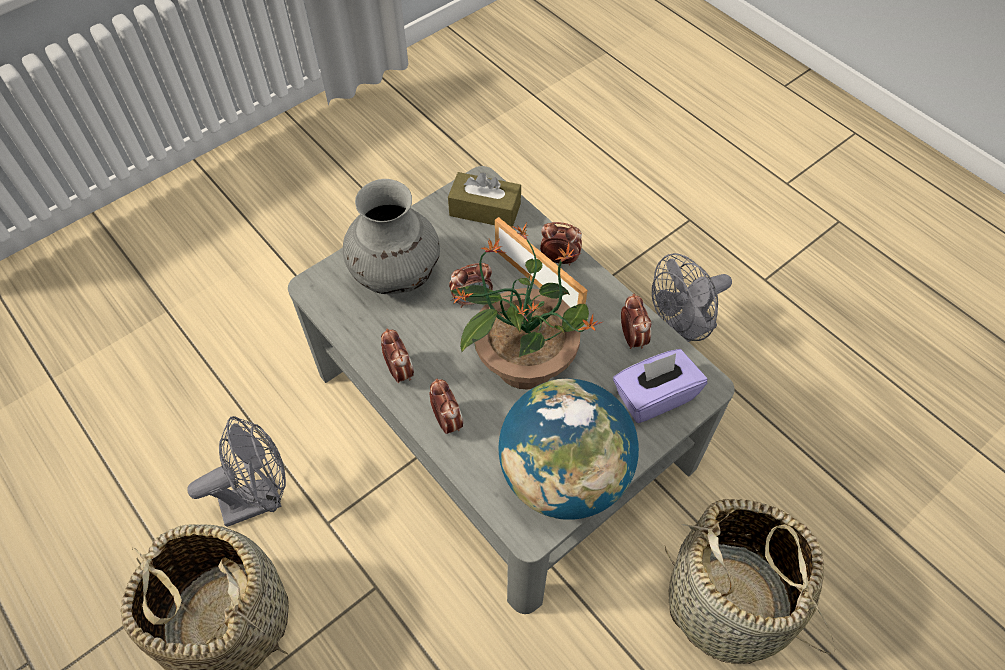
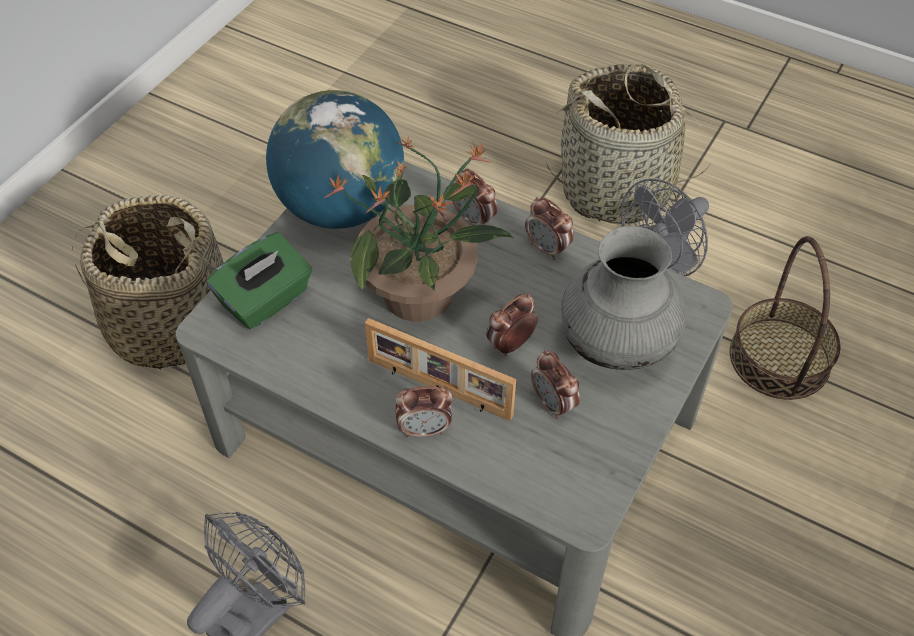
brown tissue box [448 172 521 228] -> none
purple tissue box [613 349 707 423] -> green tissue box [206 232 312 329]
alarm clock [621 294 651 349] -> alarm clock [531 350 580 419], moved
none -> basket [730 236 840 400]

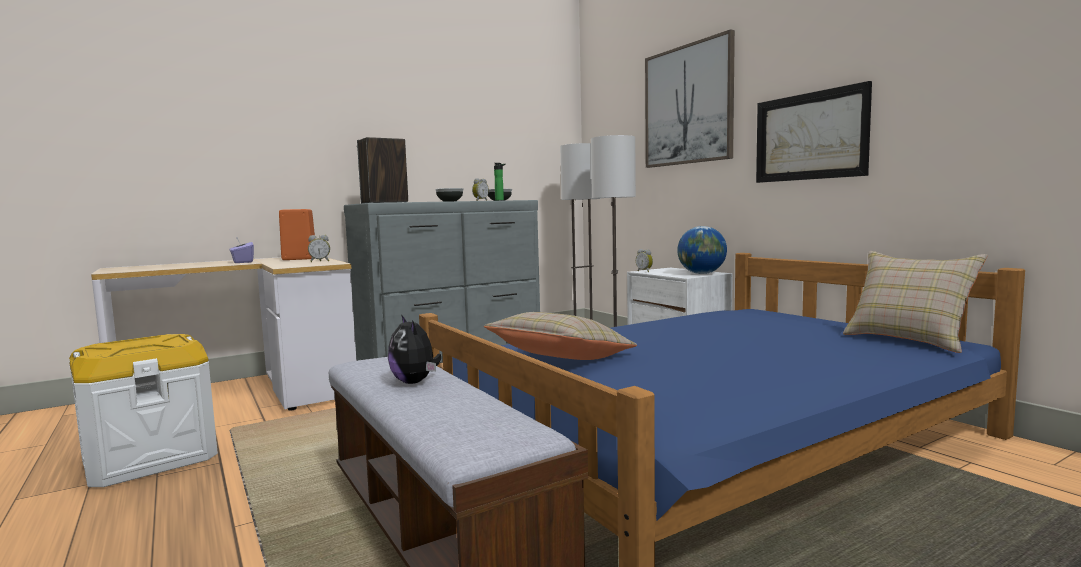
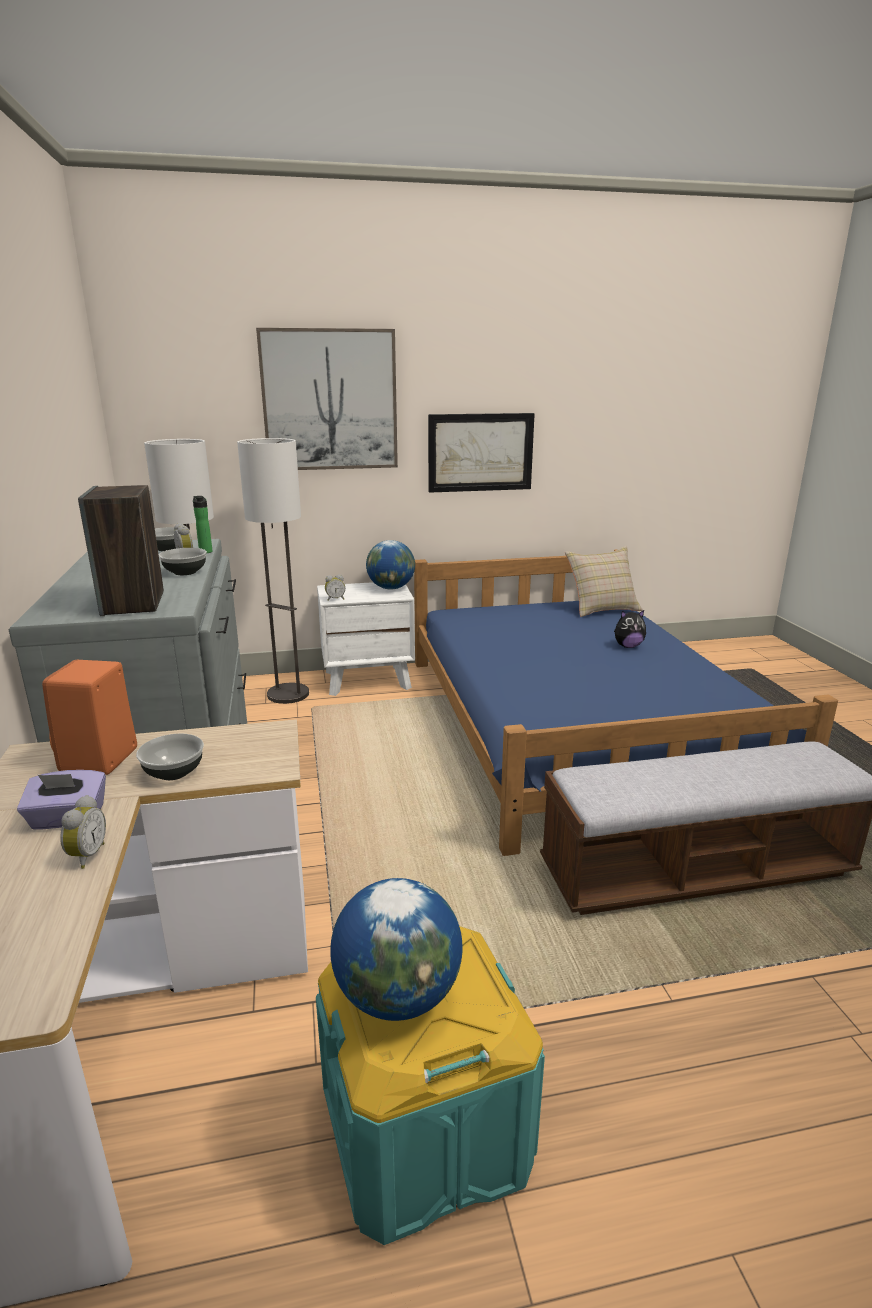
white storage box [69 334 218 487] -> turquoise storage box [316 926 545 1245]
alarm clock [308 235 330 262] -> alarm clock [61 795 106 869], moved
plush toy [388 314 441 384] -> plush toy [614 610 646 648], moved
beige pillow [484 312 637 360] -> none
none -> bowl [136 733 204 780]
none -> globe [330 878 463 1021]

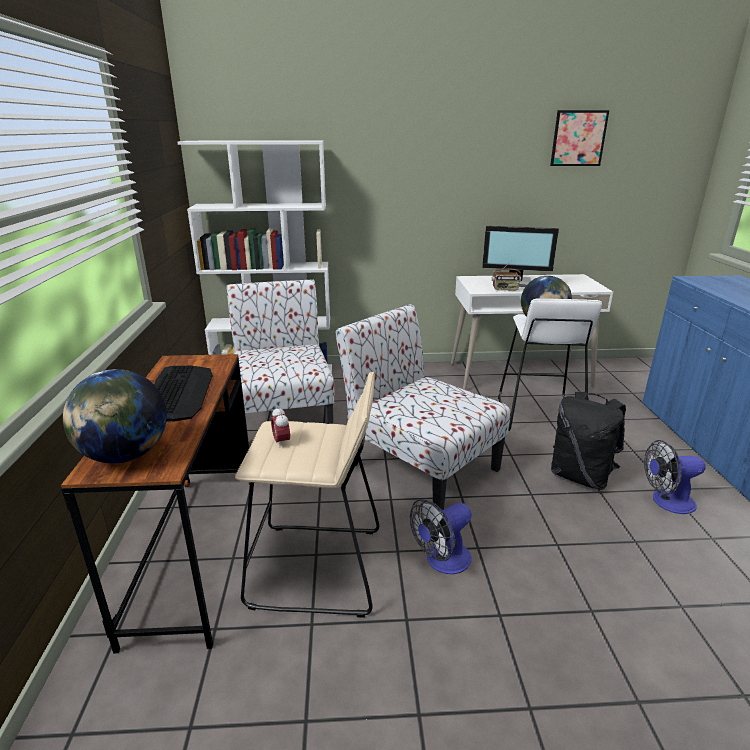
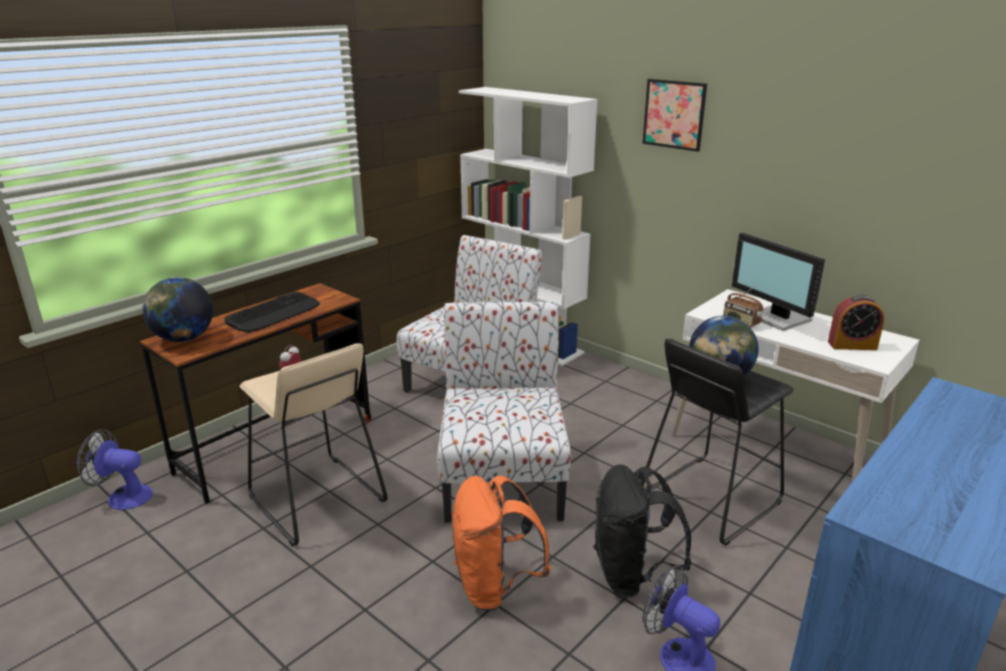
fan [410 499 472 574] -> fan [77 429 153 510], moved
white stool [498 298 602 431] -> black stool [642 339 794 545]
picture [550 110 609 166] -> picture [642 79 707 152], moved
none -> orange backpack [452 476 551 611]
none -> alarm clock [828 295 884 350]

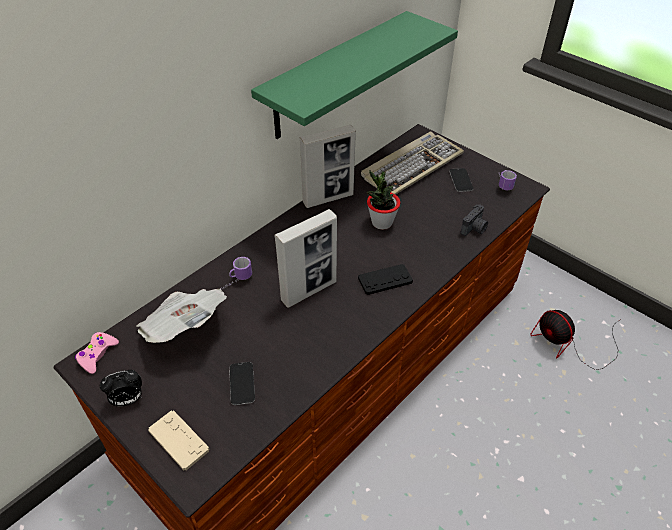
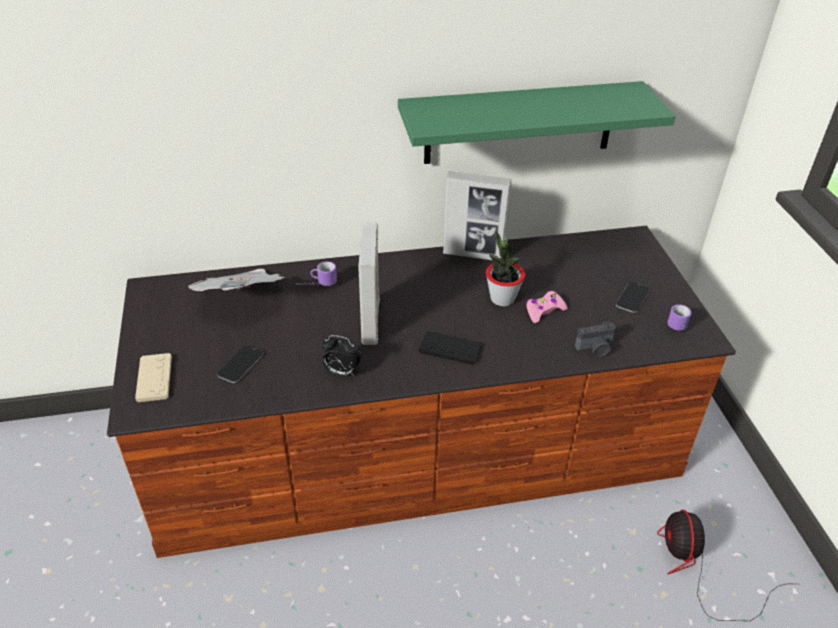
pink game controller [75 332 119 374] -> pink game controller [526 291 567 323], moved
alarm clock [100 370 142 406] -> alarm clock [321 335 361 376], moved
picture frame [275 209 337 308] -> picture frame [358 223 380 345], 90 degrees clockwise
keyboard [361 132 464 195] -> none

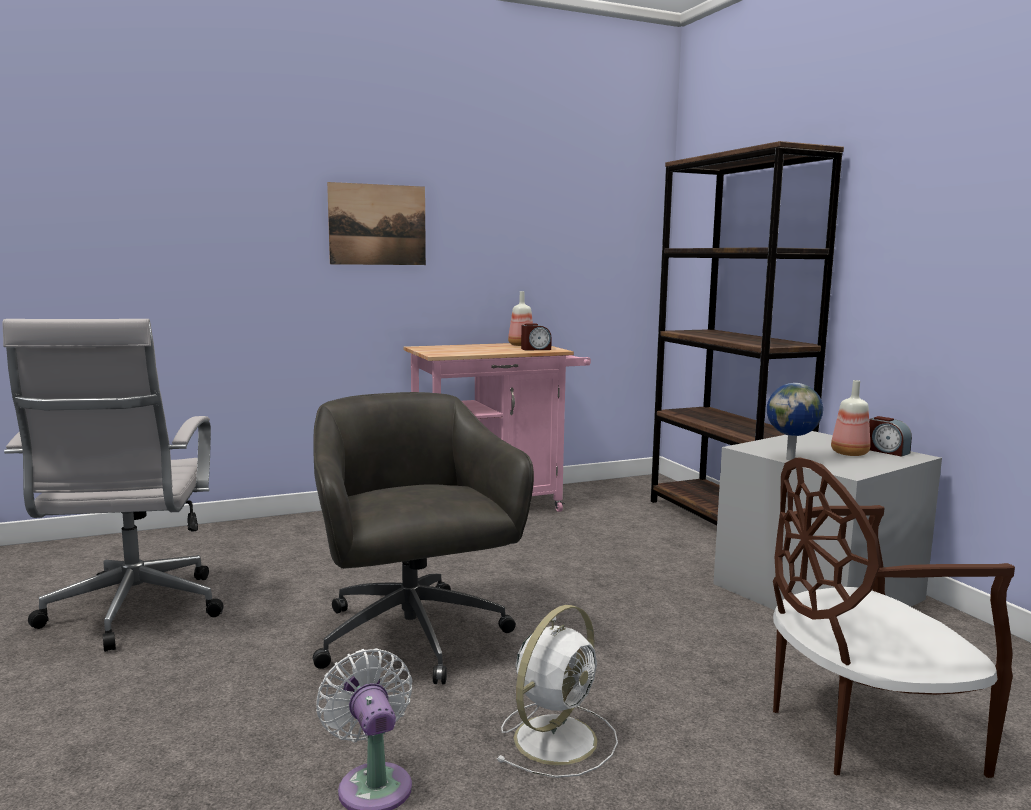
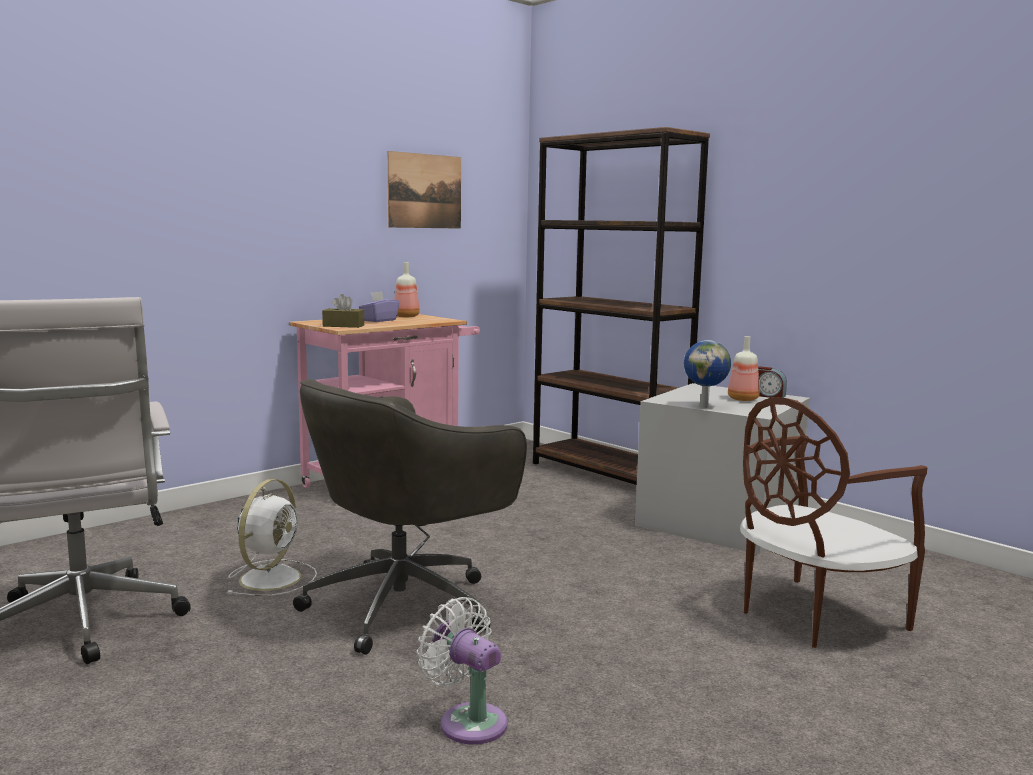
grey office chair [313 392 534 684] -> grey office chair [293 379 527 655], 90 degrees counterclockwise
picture [327 182 426 265] -> picture [388 151 461 229], moved
white fan [496 605 618 778] -> white fan [226 479 317 596], moved
alarm clock [521 324 552 350] -> none
none -> brown tissue box [322 294 364 328]
none -> purple tissue box [359 291 400 322]

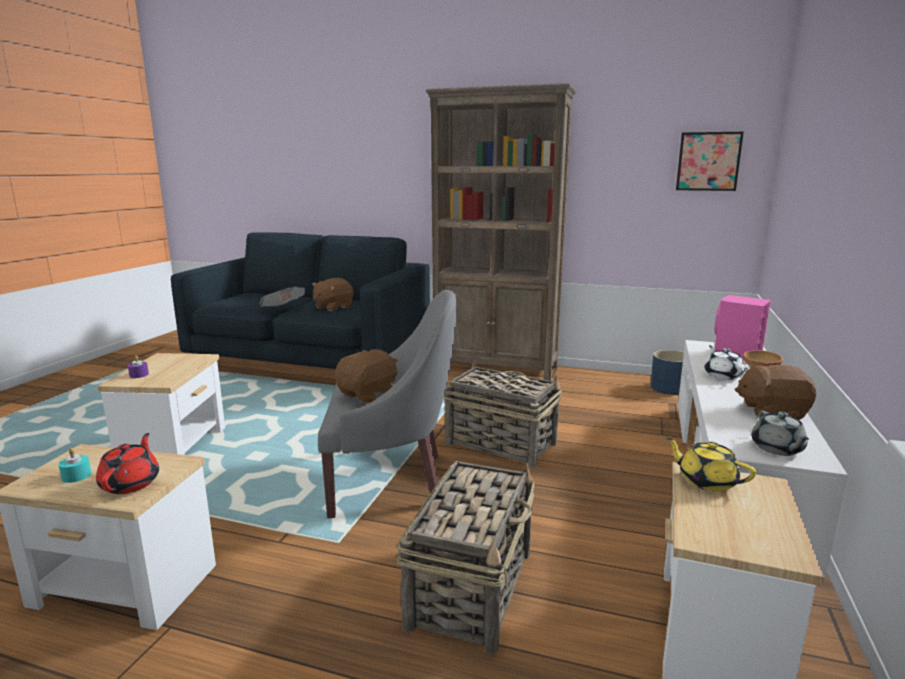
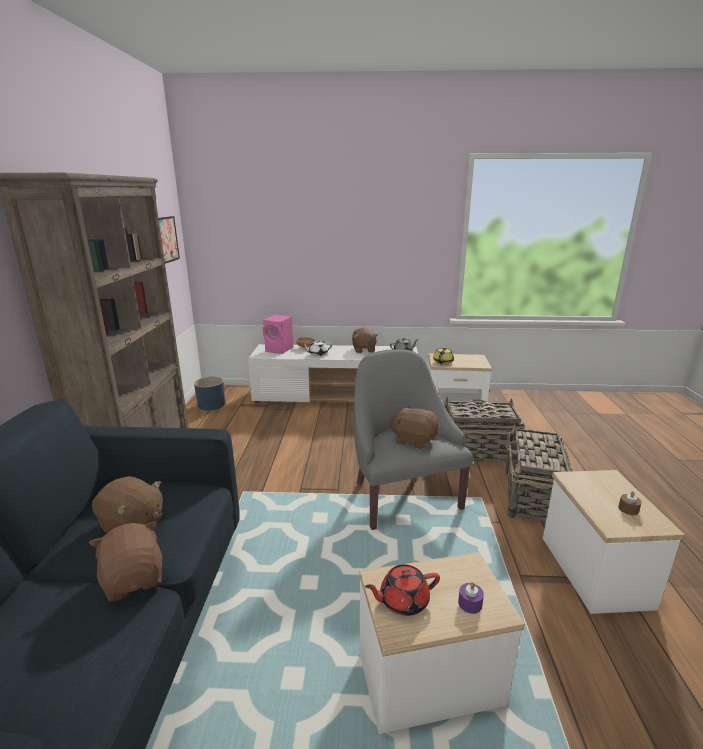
turquoise candle [58 448 91 483] -> brown candle [618 491 642 515]
red teapot [96 433 159 494] -> red teapot [365 564 440 616], moved
newspaper [260 287 305 307] -> brown plush toy [89 521 162 602]
basket [444 360 562 468] -> basket [505 423 573 522], moved

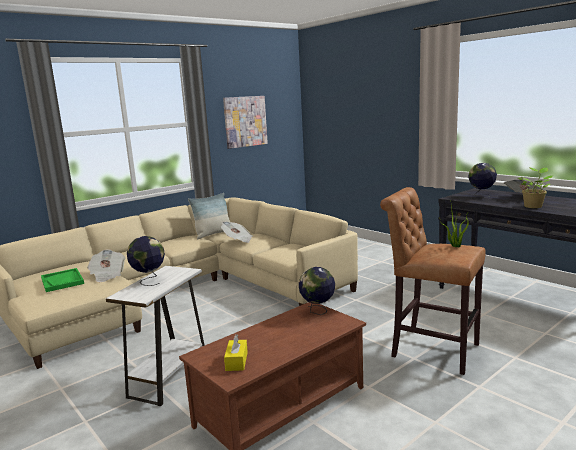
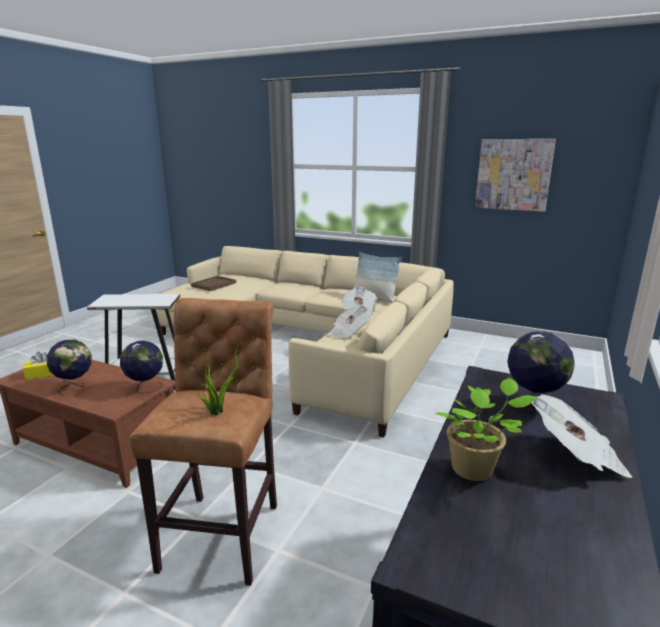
green tray [41 268 84 292] -> brown tray [191 276 236 291]
newspaper [87 249 125 282] -> newspaper [329 306 371 338], moved
globe [127 236 165 286] -> globe [47 339 92 396], moved

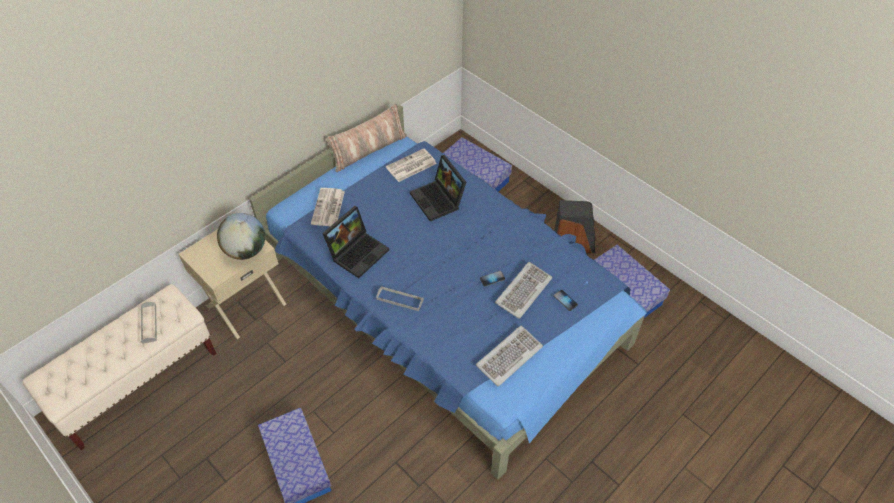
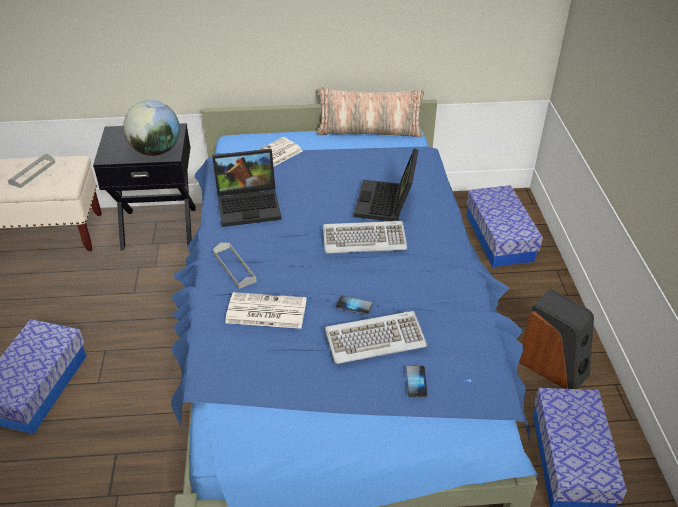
beige nightstand [178 229 286 339] -> black nightstand [93 123 196 250]
newspaper [386 148 437 182] -> newspaper [225 292 307 329], moved
keyboard [476 325 543 387] -> keyboard [323 221 408 253], moved

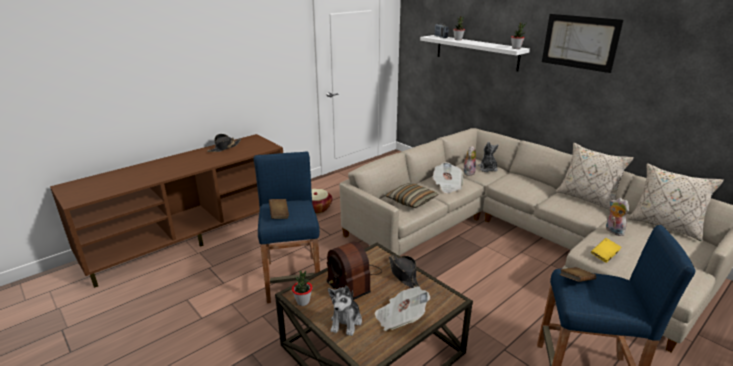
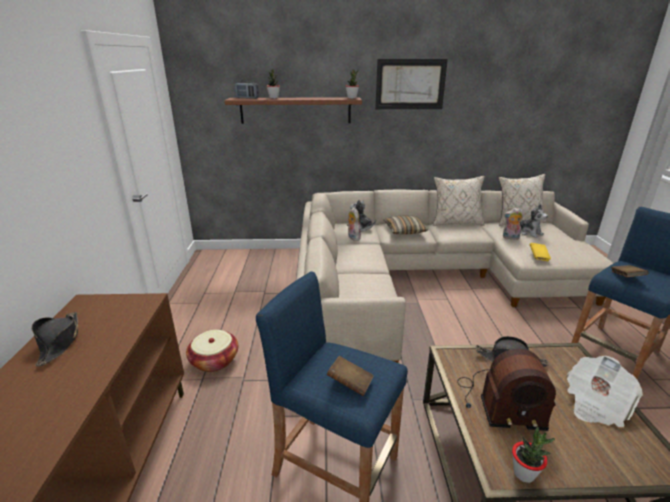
plush toy [328 286 362 336] -> plush toy [520 204 548 238], moved
pillow [386 183 439 208] -> pillow [384 215 428 234], moved
white shelf [420 35 530 71] -> brown shelf [225 97 362 124]
newspaper [432 162 464 193] -> none

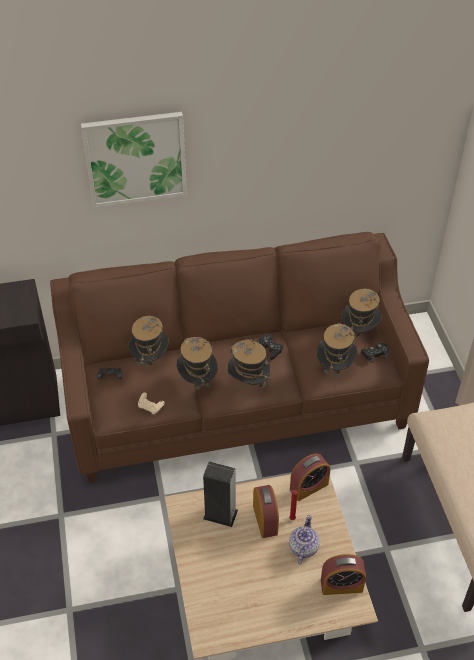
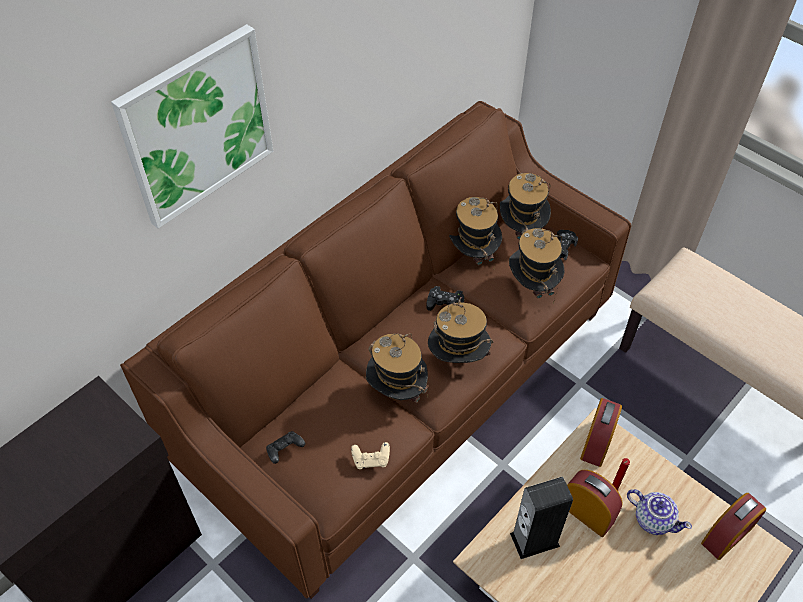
hat [128 315 169 376] -> hat [449 197 502 269], moved
teapot [289 515 320 564] -> teapot [627 489 692 535], 150 degrees clockwise

